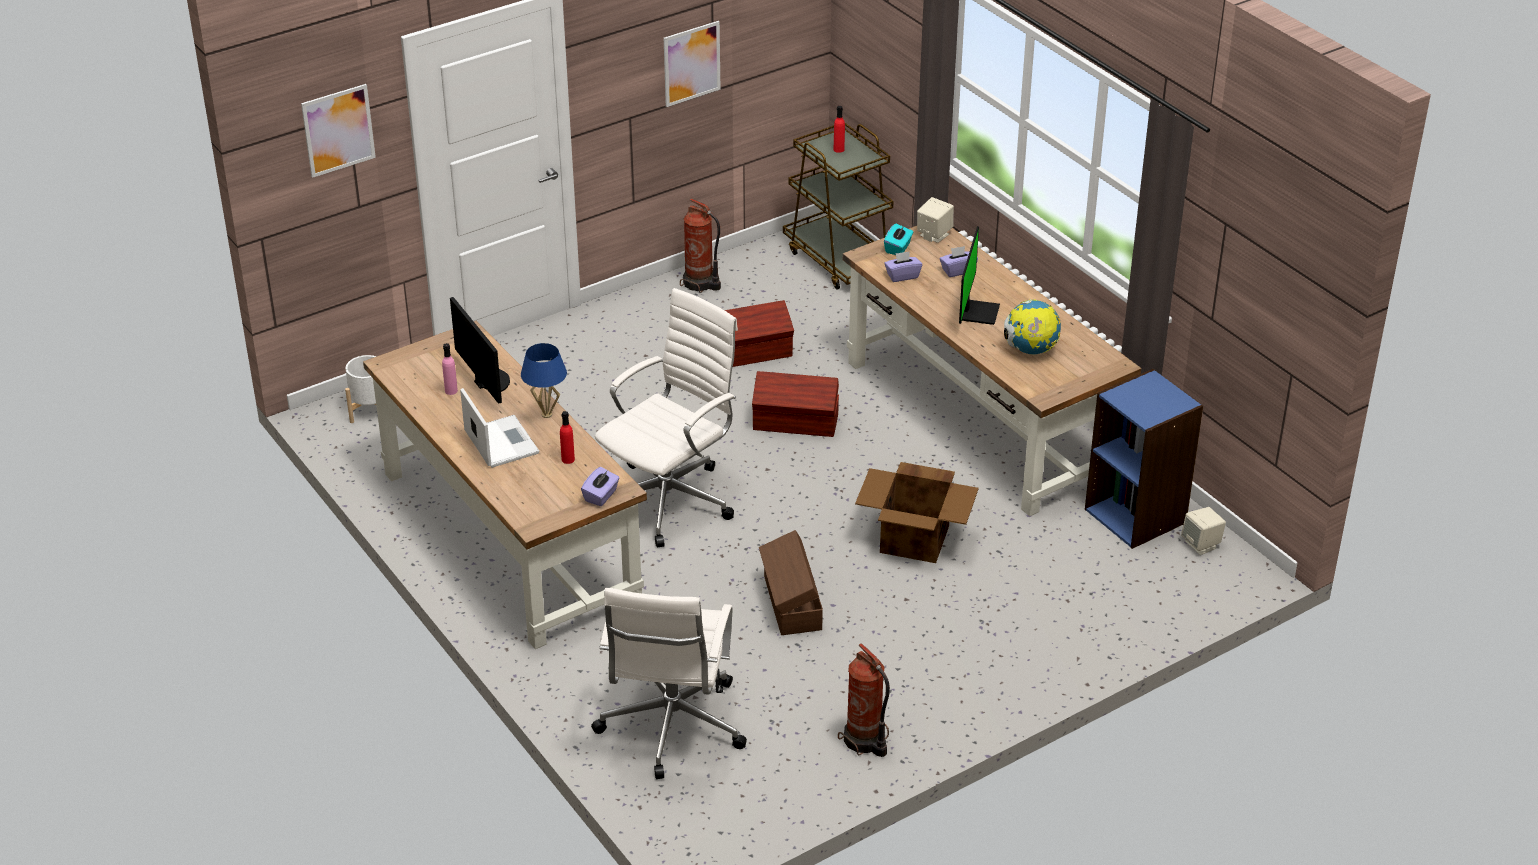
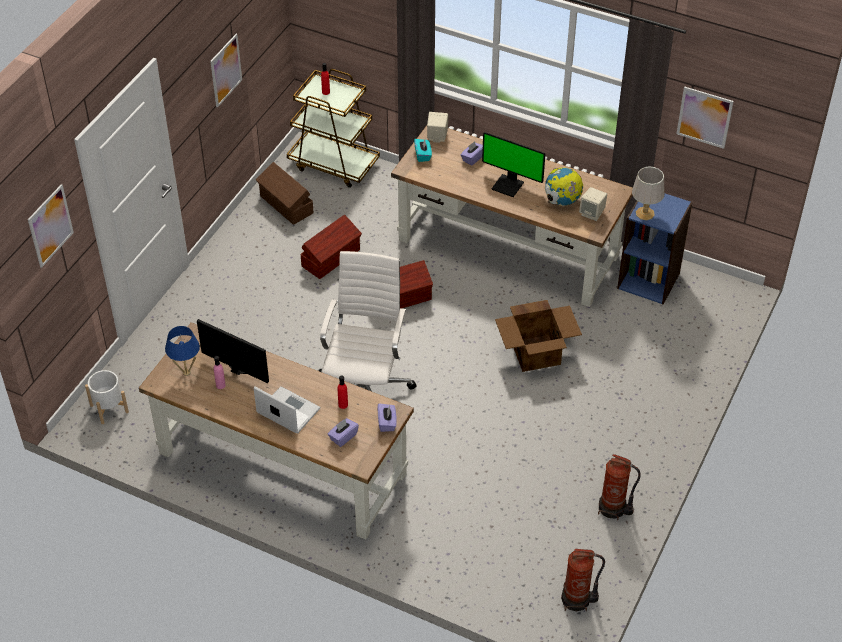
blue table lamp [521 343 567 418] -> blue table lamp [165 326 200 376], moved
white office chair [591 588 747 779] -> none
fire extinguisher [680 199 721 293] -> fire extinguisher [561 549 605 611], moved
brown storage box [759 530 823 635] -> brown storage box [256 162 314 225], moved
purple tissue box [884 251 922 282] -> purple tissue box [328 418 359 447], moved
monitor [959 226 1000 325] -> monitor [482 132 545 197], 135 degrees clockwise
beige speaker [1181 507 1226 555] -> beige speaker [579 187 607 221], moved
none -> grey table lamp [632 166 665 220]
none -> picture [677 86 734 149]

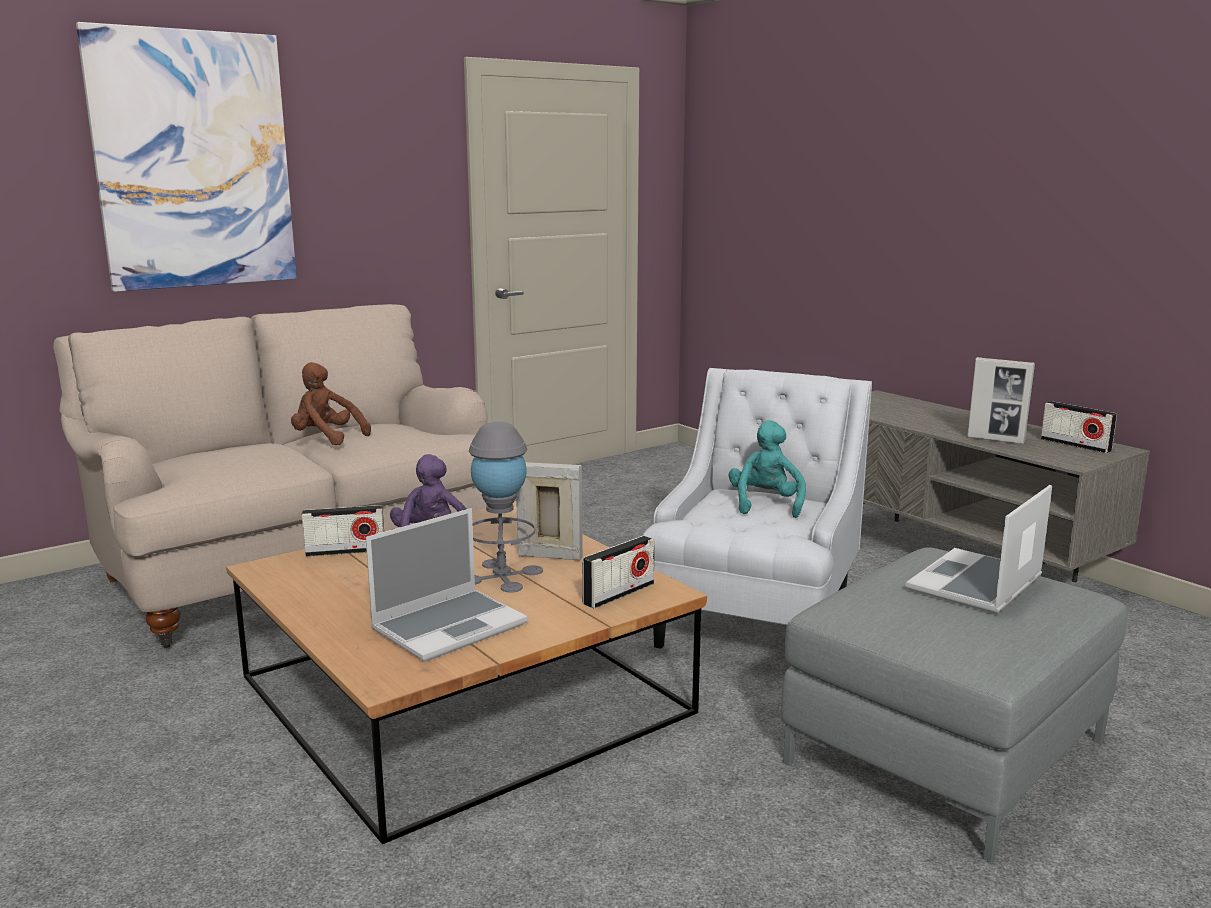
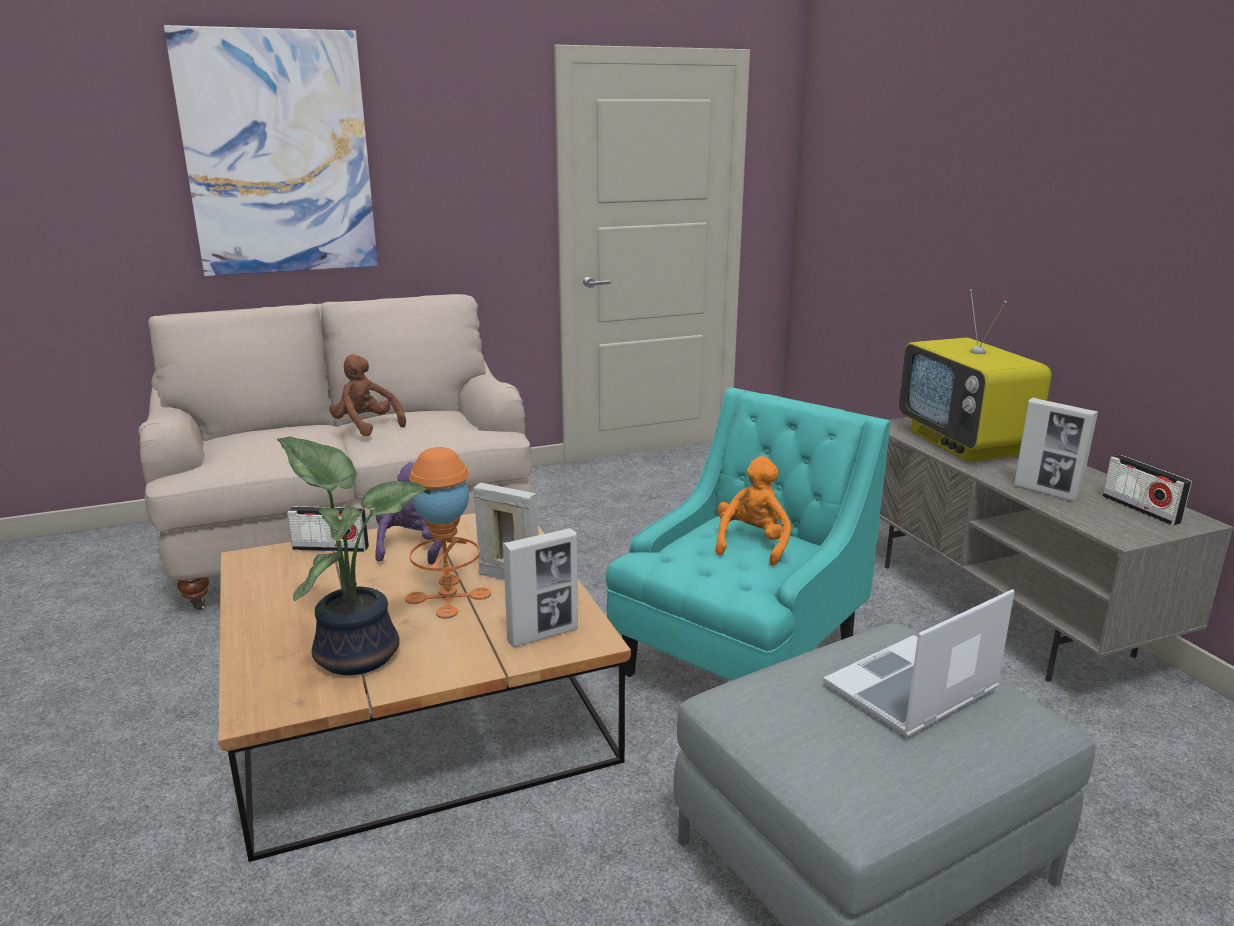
laptop [366 508 528 662] -> potted plant [276 437 431 675]
grey table lamp [469 422 543 593] -> orange table lamp [405 447 491 619]
radio [582 536 655 609] -> picture frame [503 528 578 647]
white armchair [643 368 872 649] -> turquoise armchair [606 387 890 681]
turquoise plush toy [729 420 806 518] -> orange plush toy [715 456 791 566]
none -> television [899 289 1051 462]

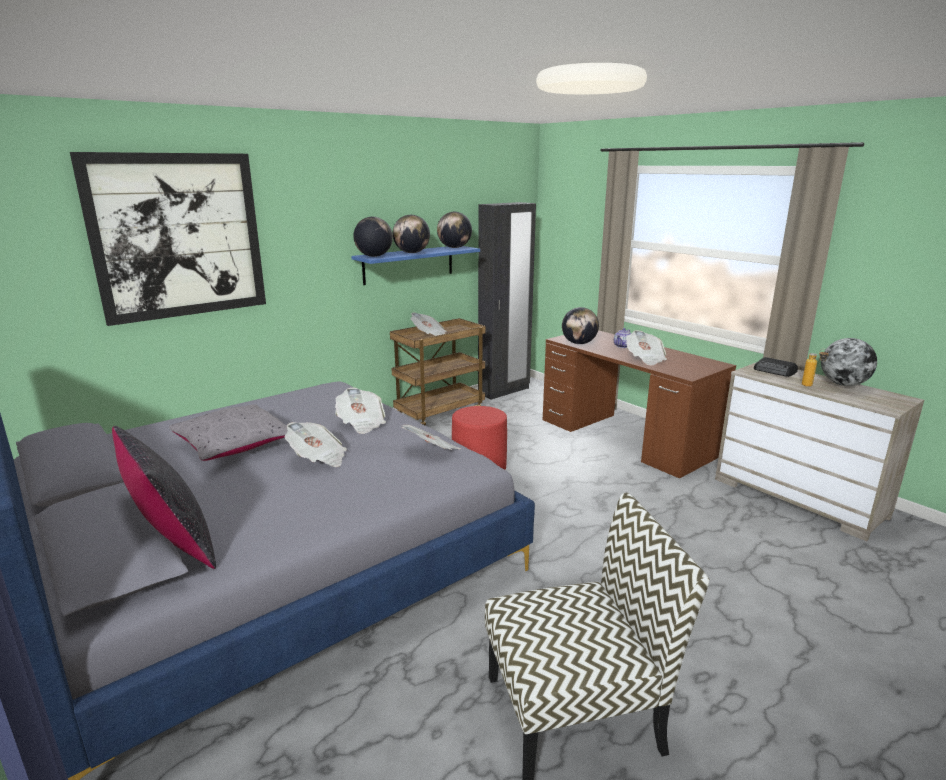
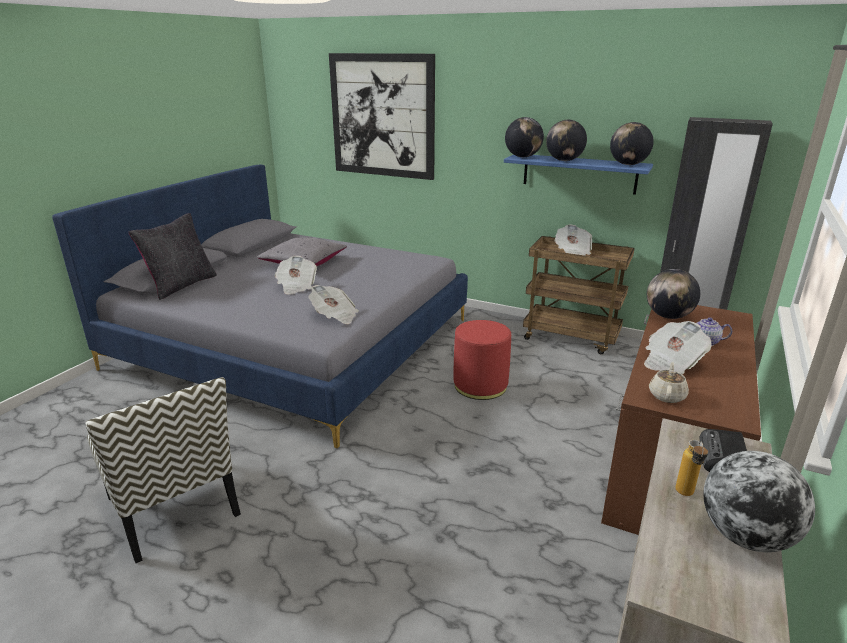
newspaper [335 388 386 434] -> none
none -> beige teapot [649 362 689 403]

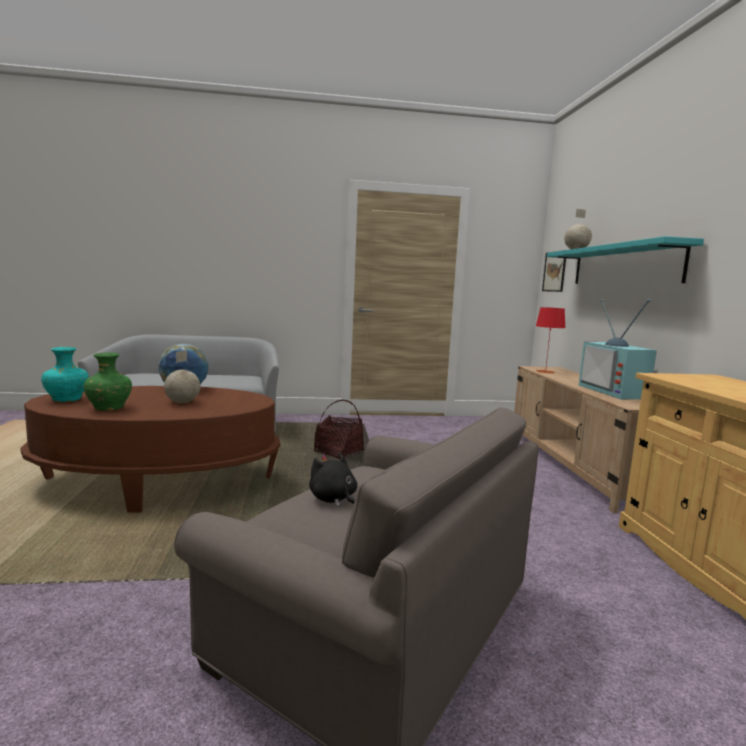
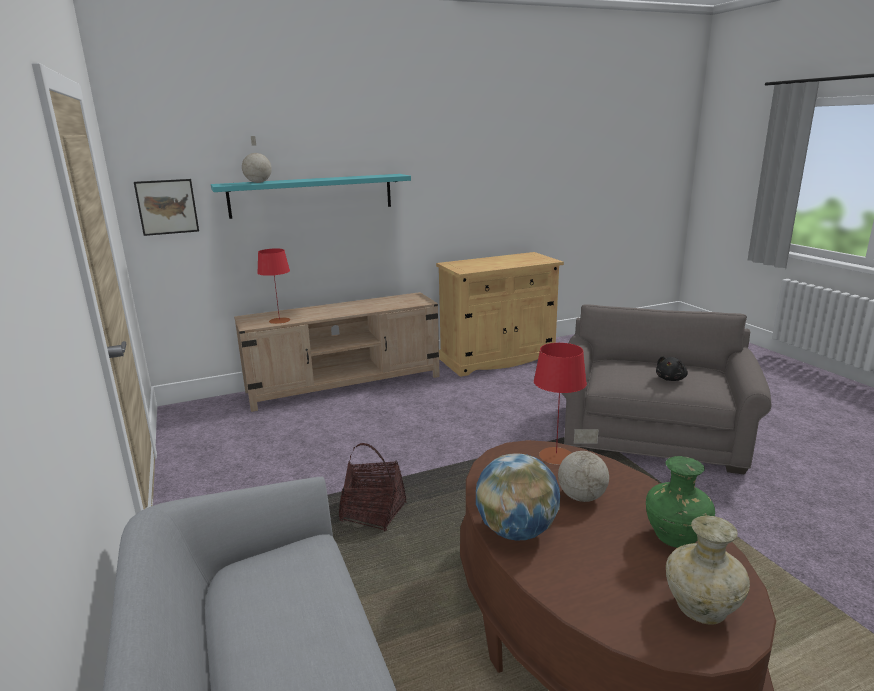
turquoise vase [41 347 89 402] -> beige vase [666 515 750 625]
television [579 299 657 399] -> none
none -> red table lamp [534 343 587 465]

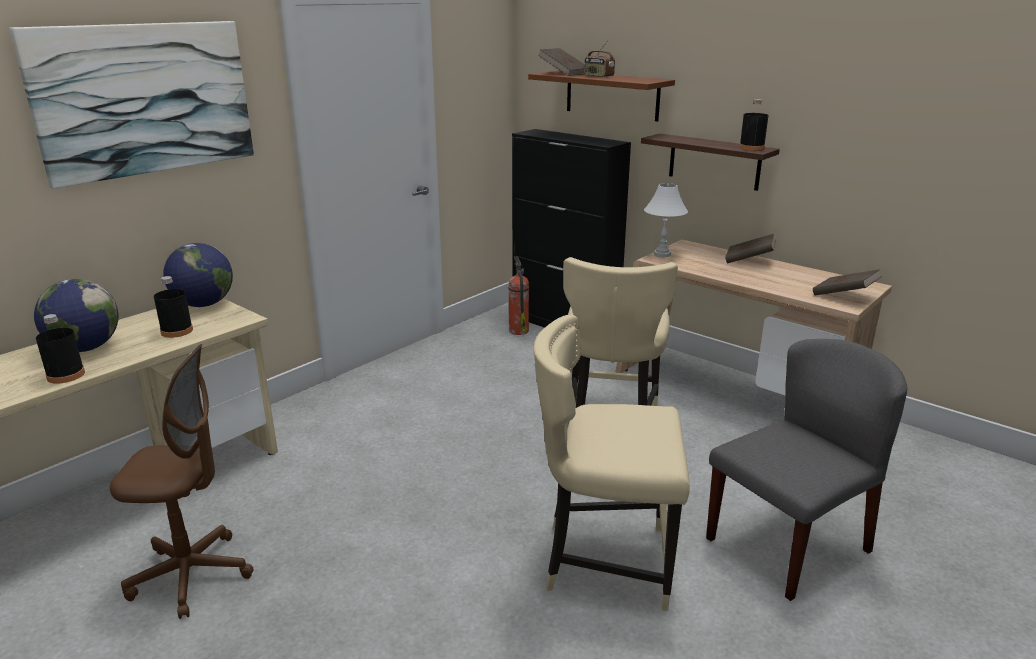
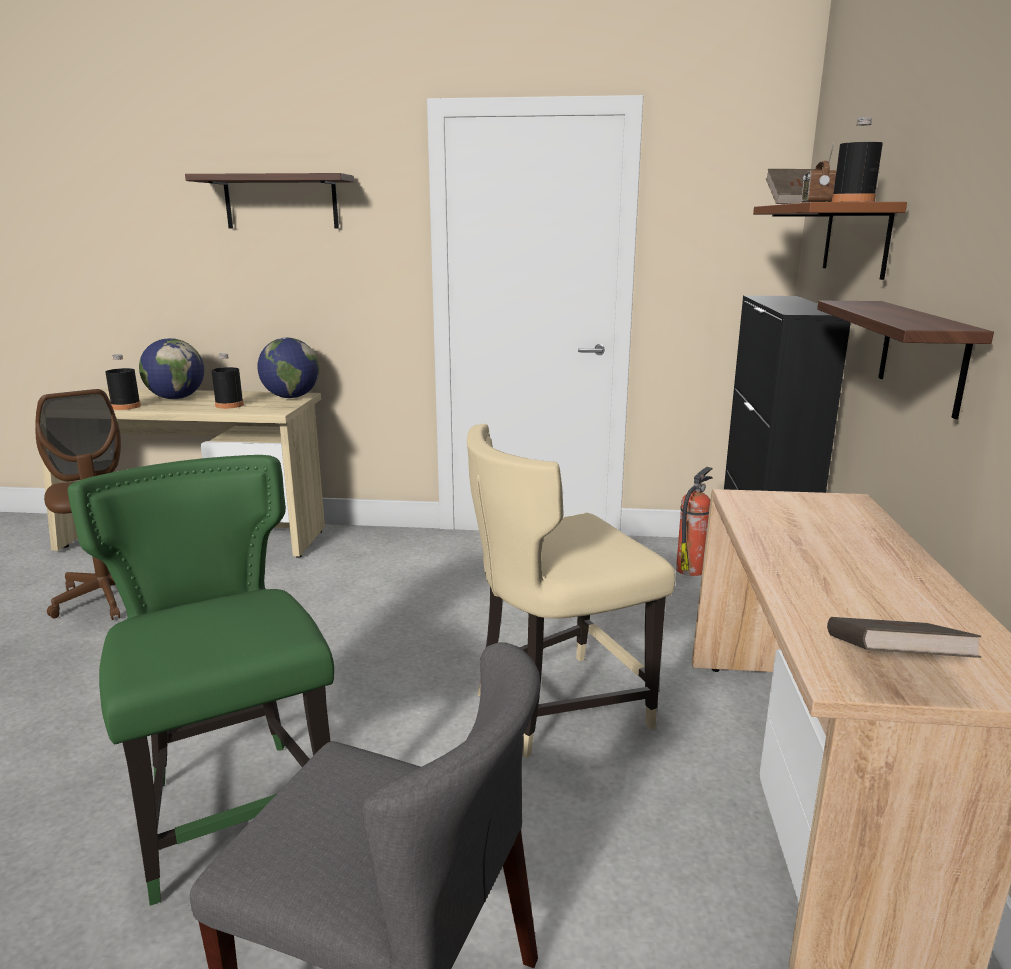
picture [9 21 254 189] -> shelf [185 173 354 229]
beige chair [533 315 690 611] -> green chair [67 455 334 906]
white table lamp [644 183 688 257] -> none
brown book [725 234 776 264] -> none
black bottle [739 99 768 151] -> black bottle [832 117 883 202], moved

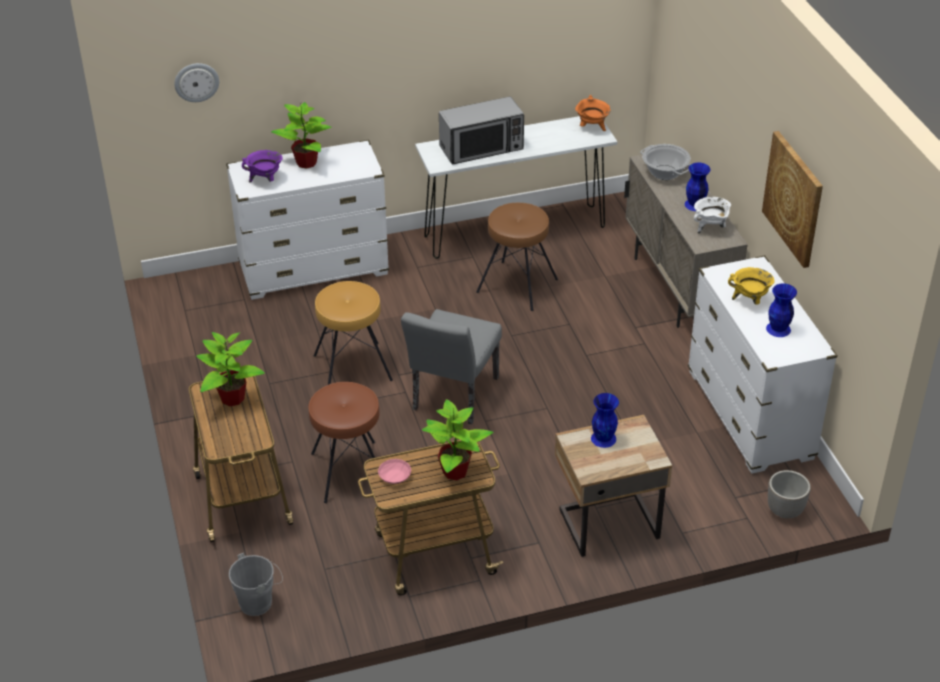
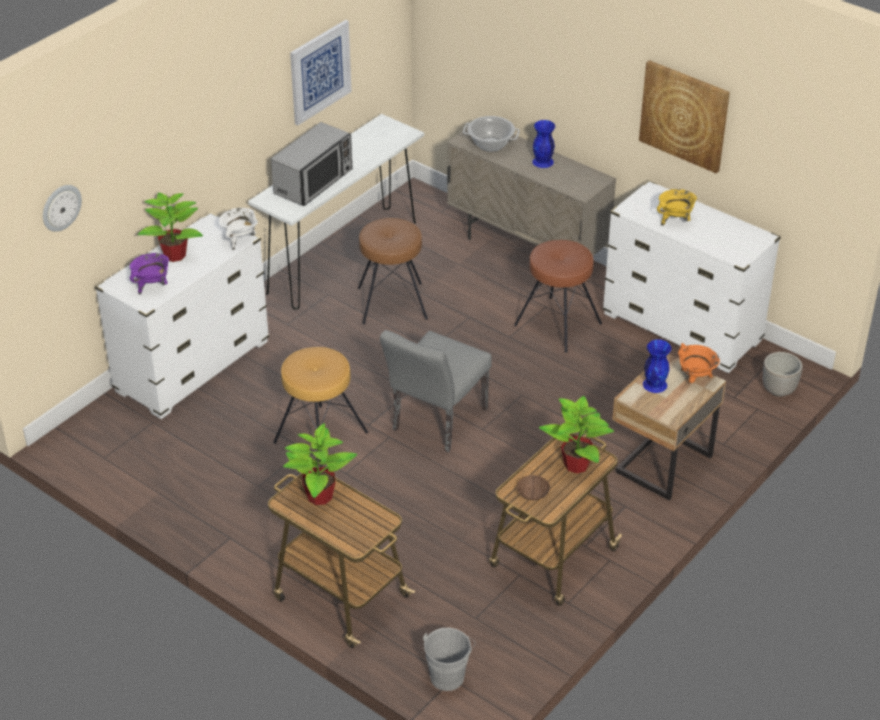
brown stool [308 382 380 503] -> brown stool [514 240 602 353], moved
pink bowl [378 459 411 484] -> brown bowl [517 475 550 500]
grey chair [401 309 502 424] -> grey chair [380 330 492 452], 45 degrees clockwise
orange cooking pot [575 95 611 131] -> orange cooking pot [678 343 720 383], moved
white cooking pot [694 197 731 234] -> white cooking pot [219 208 258 250], moved
blue vase [766 284 797 337] -> none
none -> picture [290 20 352 125]

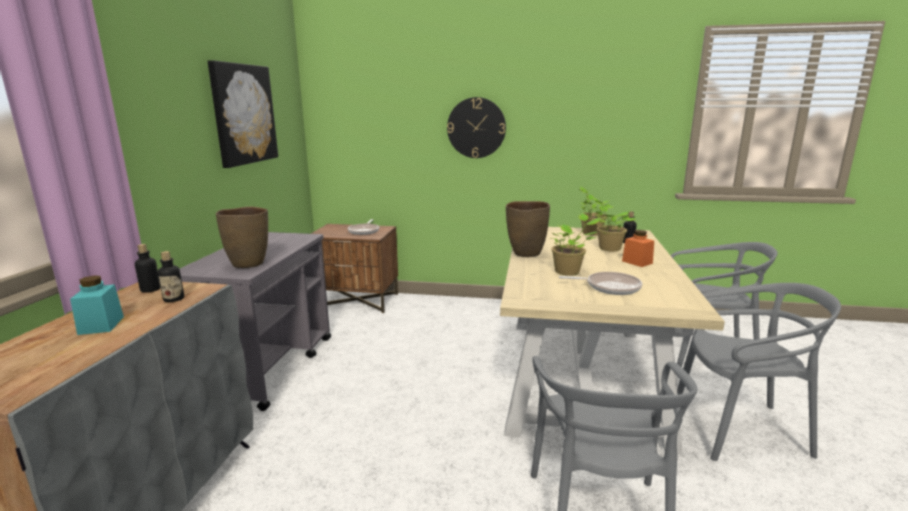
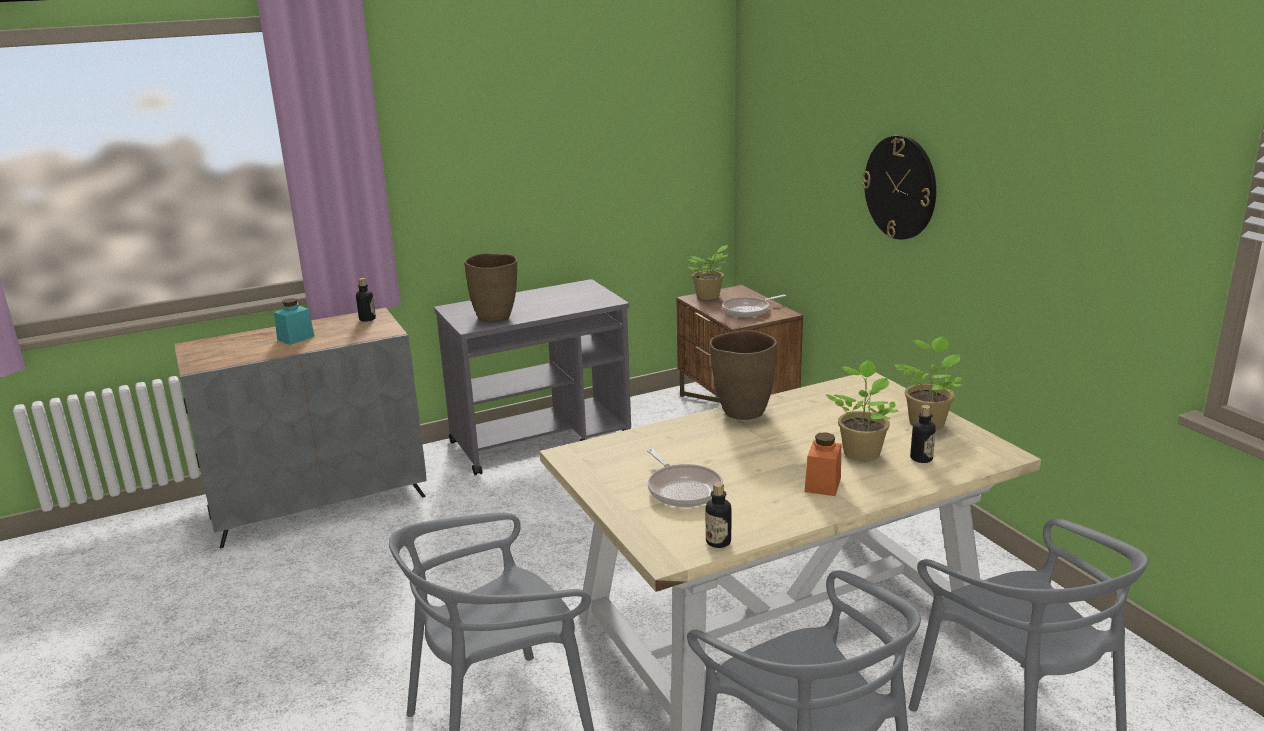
bottle [158 251 184 302] -> bottle [706 482 731 548], moved
picture [208 60 278 168] -> none
potted plant [551 213 602 276] -> potted plant [689 245 728 300], moved

